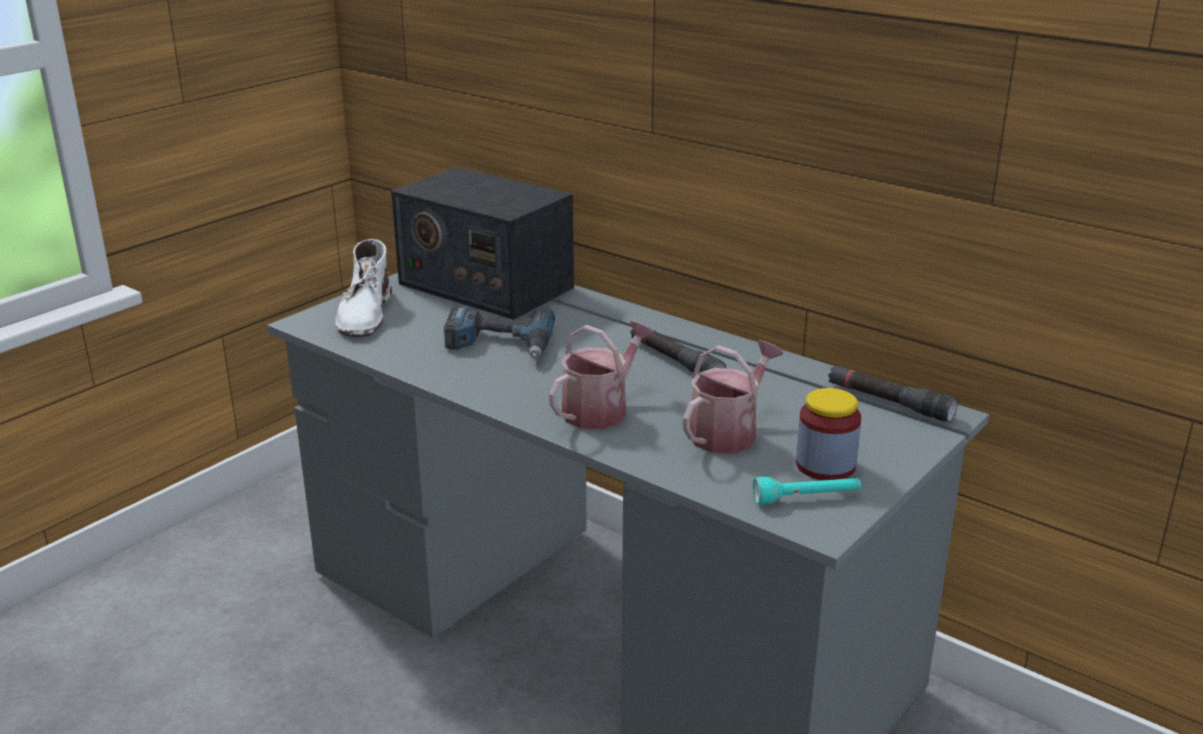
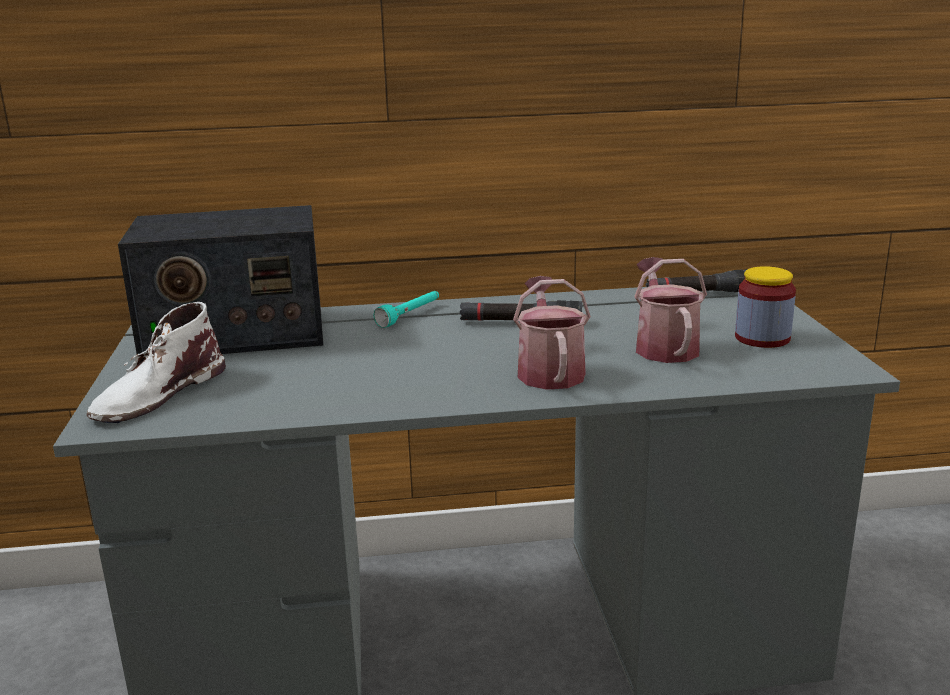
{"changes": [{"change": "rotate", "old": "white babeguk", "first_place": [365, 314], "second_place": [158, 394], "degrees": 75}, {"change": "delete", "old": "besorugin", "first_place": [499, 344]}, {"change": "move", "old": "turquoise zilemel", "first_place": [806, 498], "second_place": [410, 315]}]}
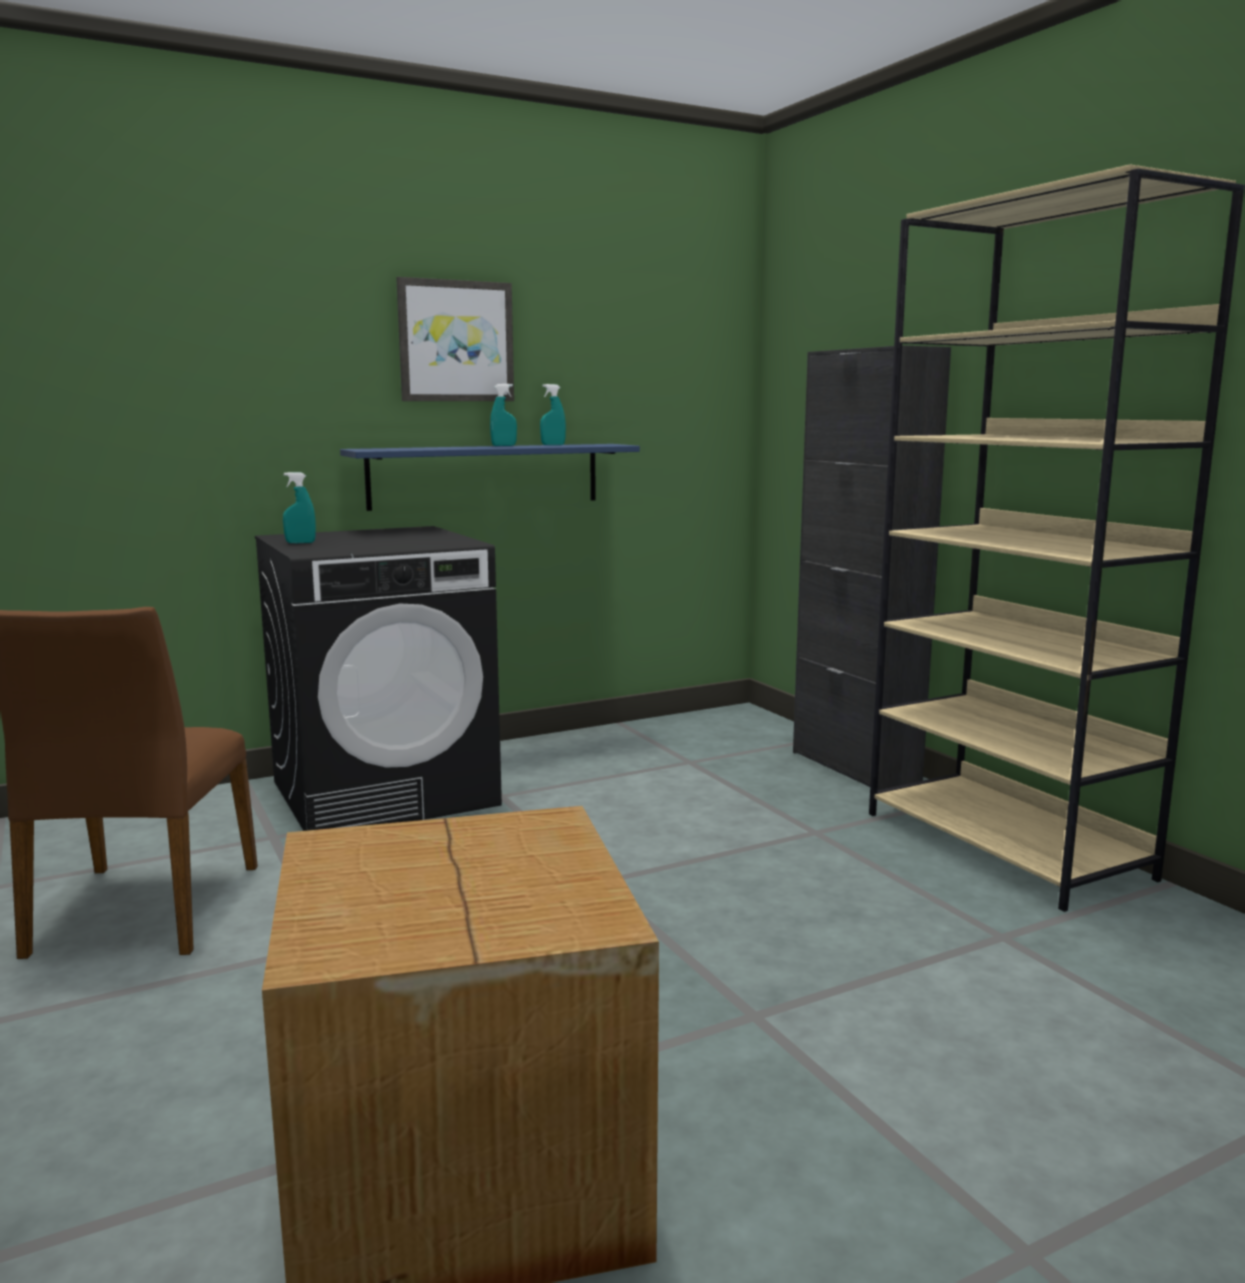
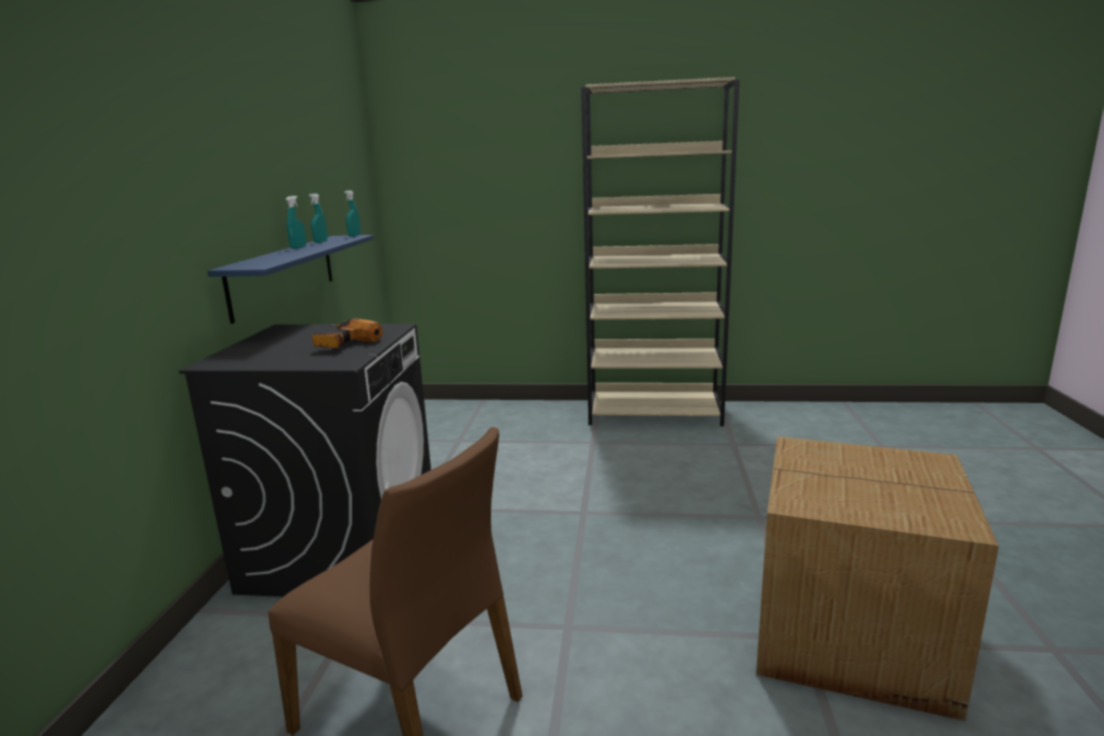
{"changes": [{"change": "move", "old": "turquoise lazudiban", "first_place": [300, 543], "second_place": [354, 236]}, {"change": "delete", "old": "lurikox", "first_place": [456, 341]}, {"change": "delete", "old": "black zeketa", "first_place": [855, 766]}, {"change": "insert", "new": "besorugin", "second_place": [342, 343]}]}
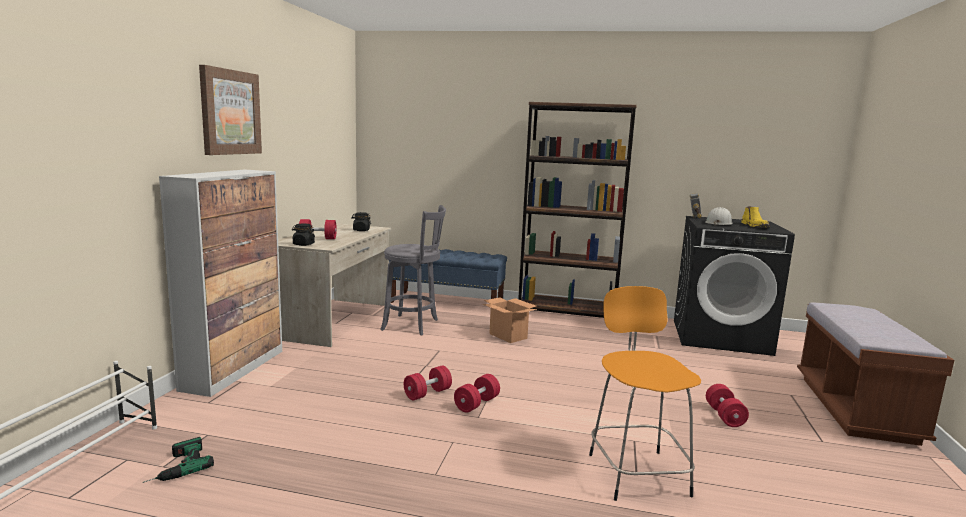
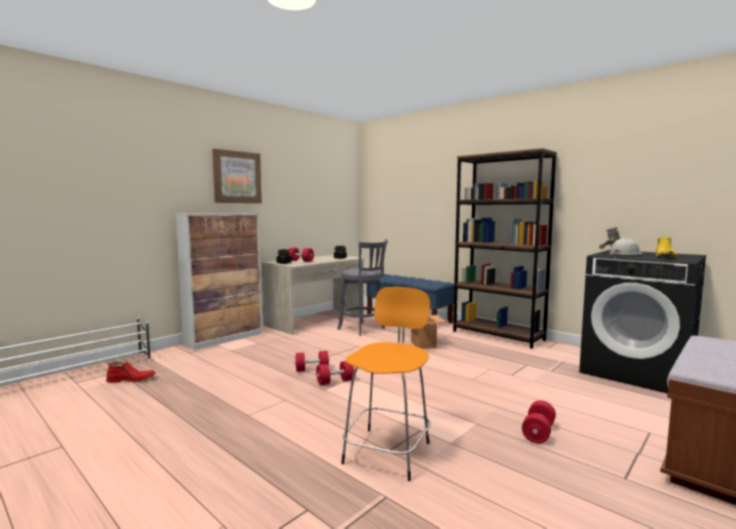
{"changes": [{"change": "replace", "old": "besorugin", "new": "red babeguk", "first_place": [175, 467], "second_place": [131, 379]}]}
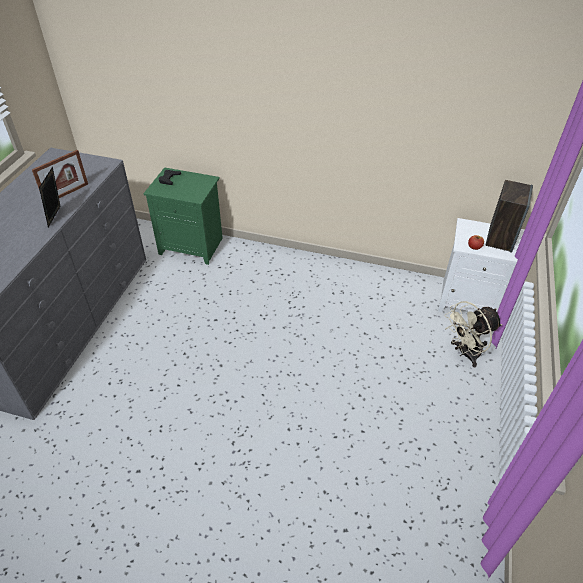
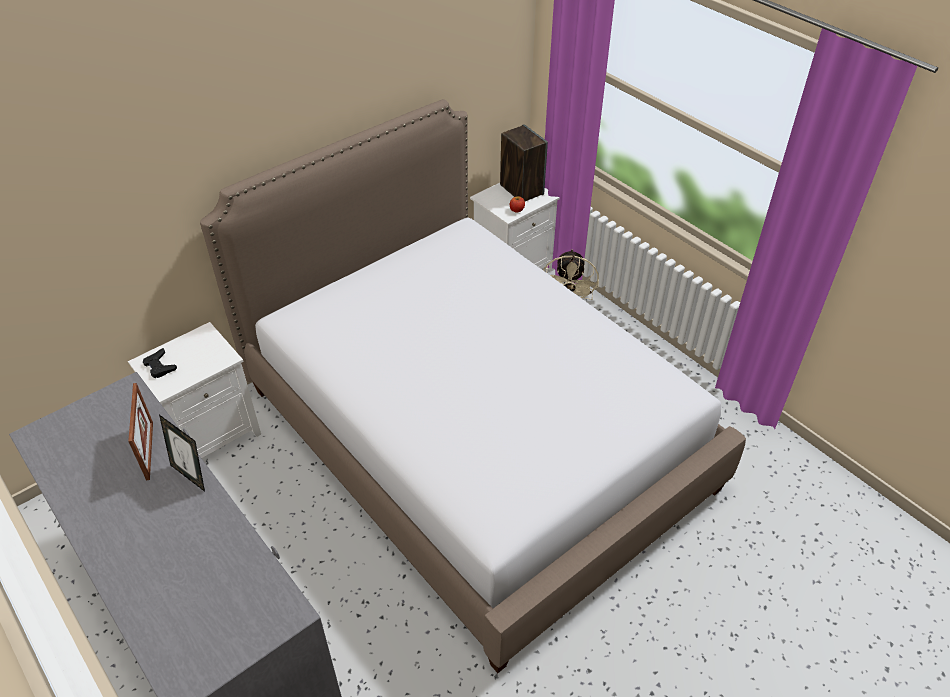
{"changes": [{"change": "recolor", "old": "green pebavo", "new": "white pebavo", "first_place": [193, 246], "second_place": [212, 434]}, {"change": "insert", "new": "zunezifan", "second_place": [475, 437]}]}
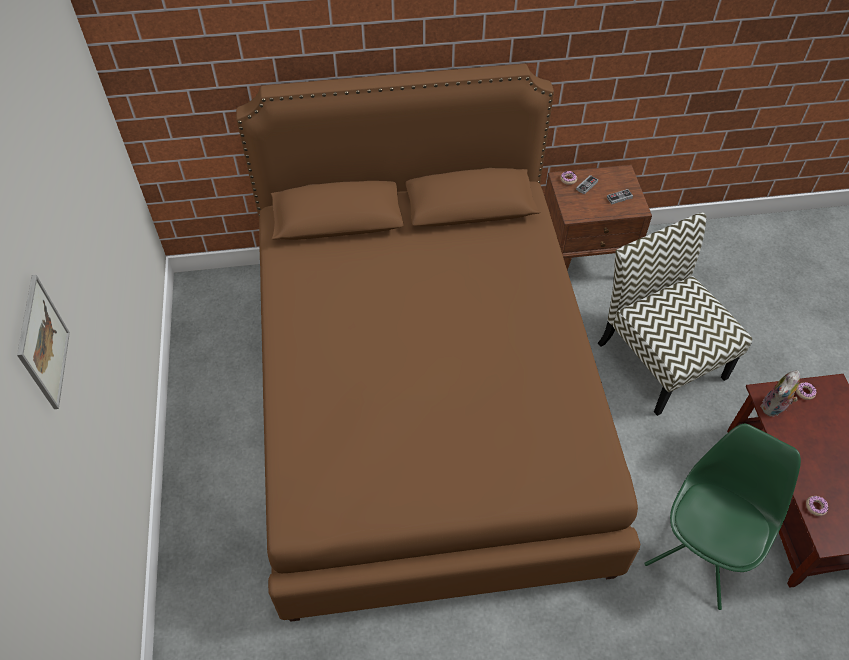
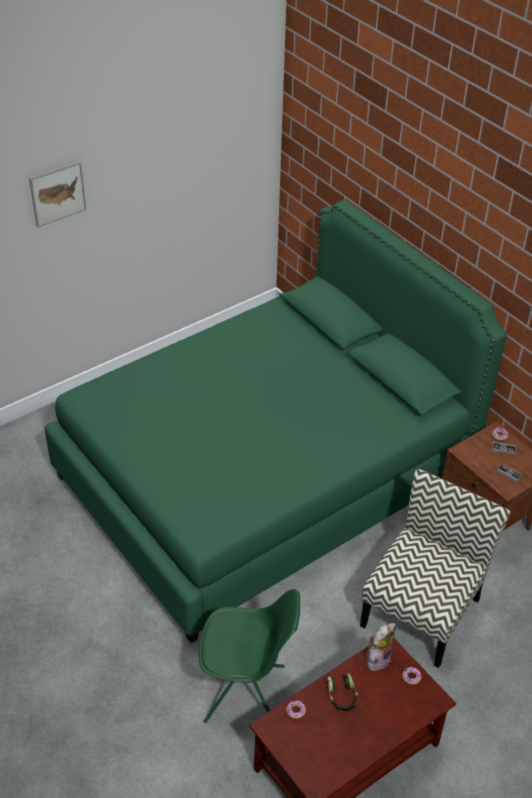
{"changes": [{"change": "recolor", "old": "brown zunezifan", "new": "green zunezifan", "first_place": [424, 404], "second_place": [264, 476]}, {"change": "rotate", "old": "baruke", "first_place": [774, 408], "second_place": [377, 658], "degrees": 120}, {"change": "insert", "new": "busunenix", "second_place": [342, 696]}]}
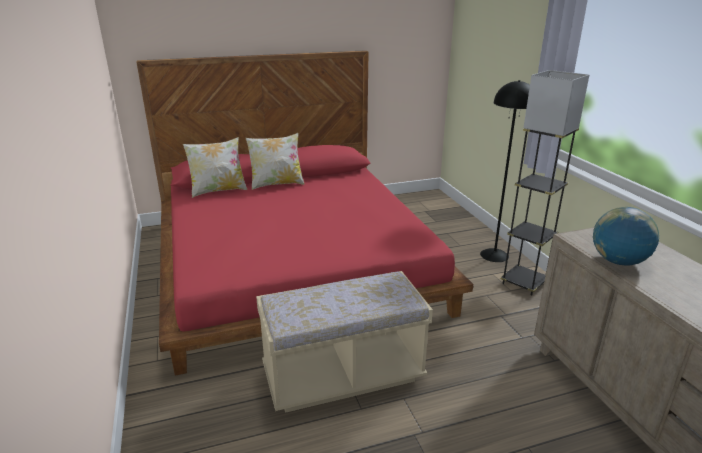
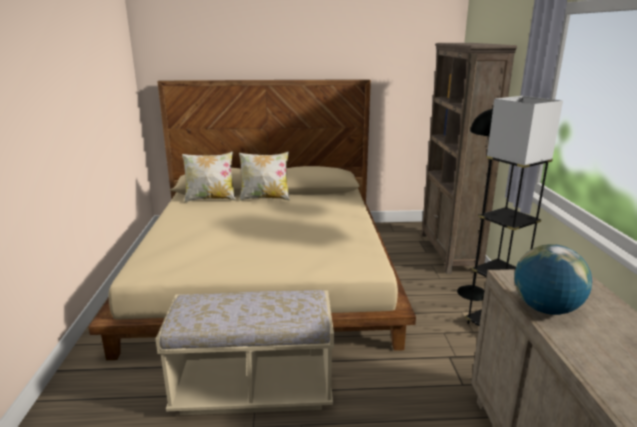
{"changes": [{"change": "recolor", "old": "red zunezifan", "new": "beige zunezifan", "first_place": [293, 264], "second_place": [266, 275]}, {"change": "insert", "new": "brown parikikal", "second_place": [449, 252]}]}
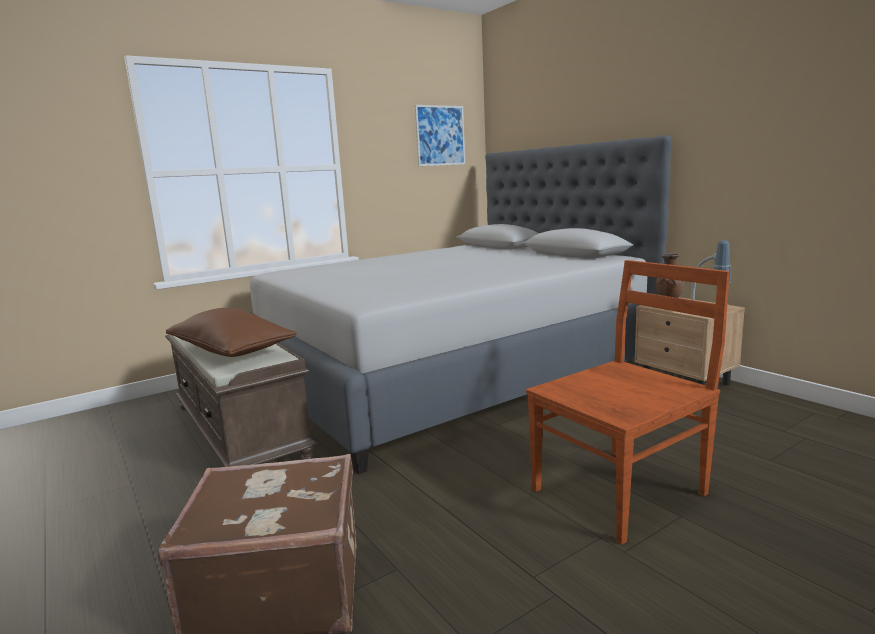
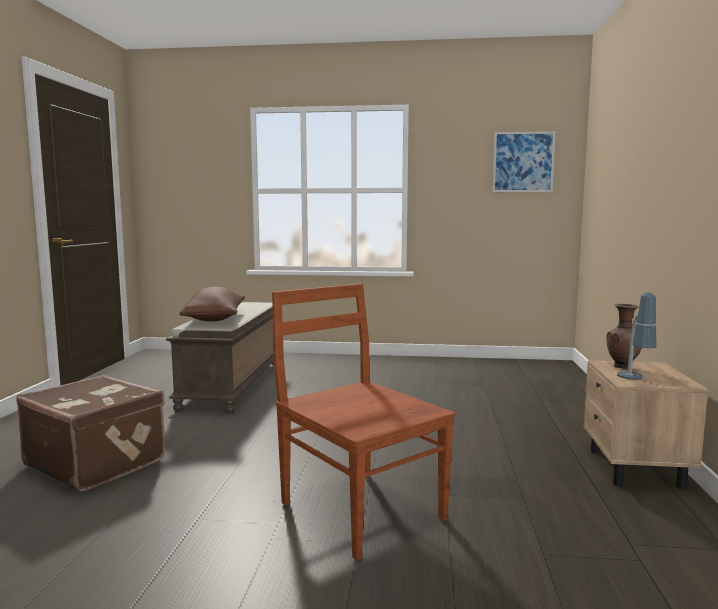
{"changes": [{"change": "delete", "old": "grey zunezifan", "first_place": [451, 372]}, {"change": "rotate", "old": "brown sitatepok", "first_place": [622, 490], "second_place": [359, 509], "degrees": -135}]}
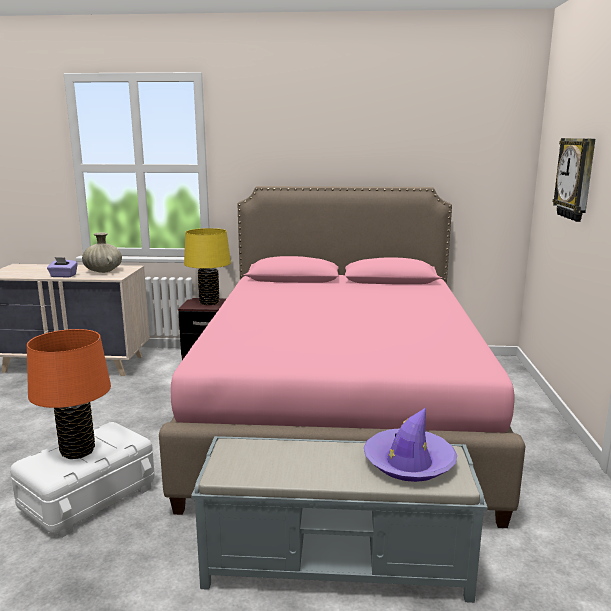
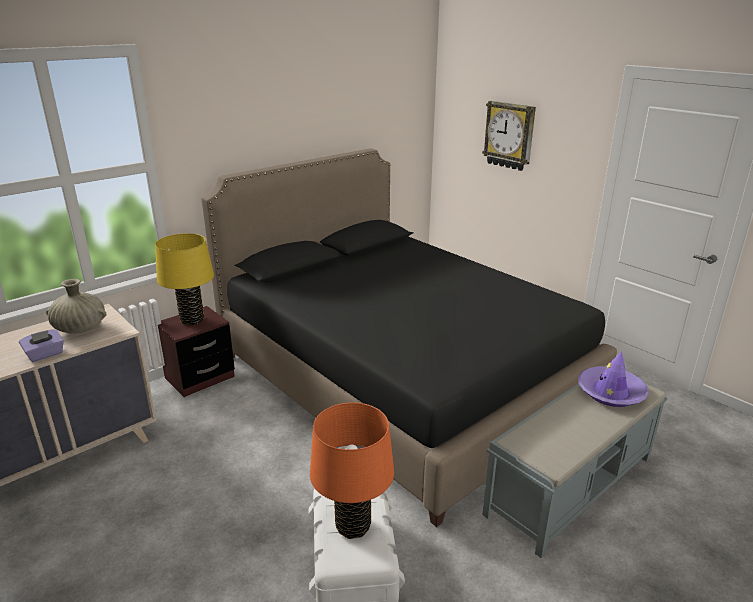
{"changes": [{"change": "recolor", "old": "pink zunezifan", "new": "black zunezifan", "first_place": [339, 414], "second_place": [400, 380]}]}
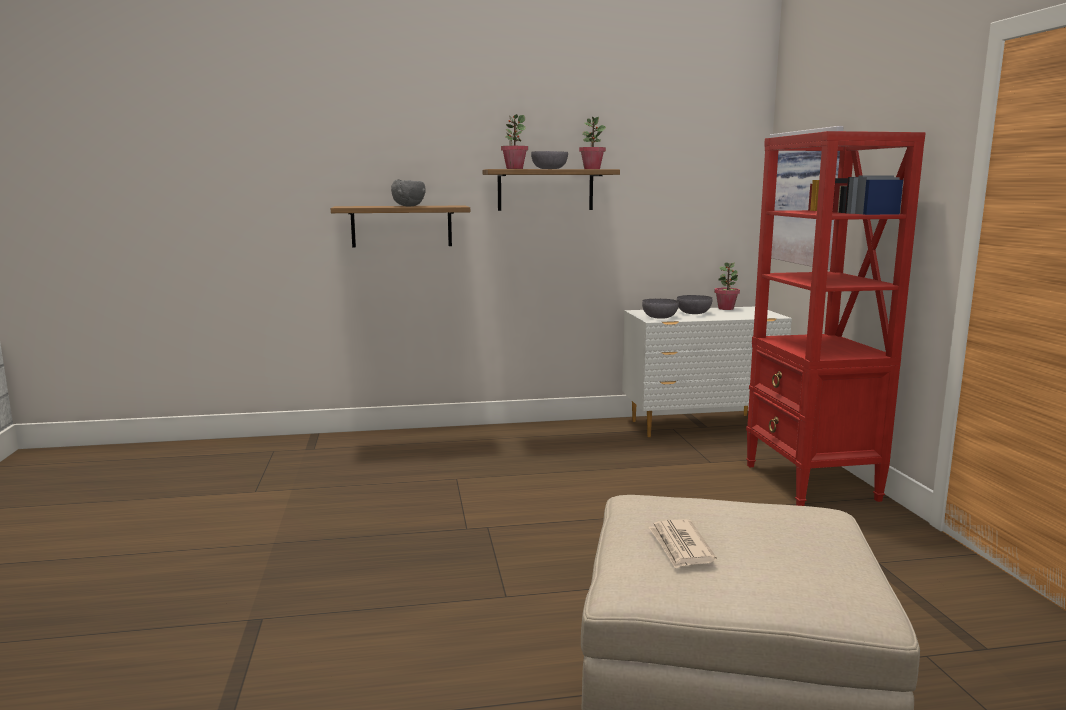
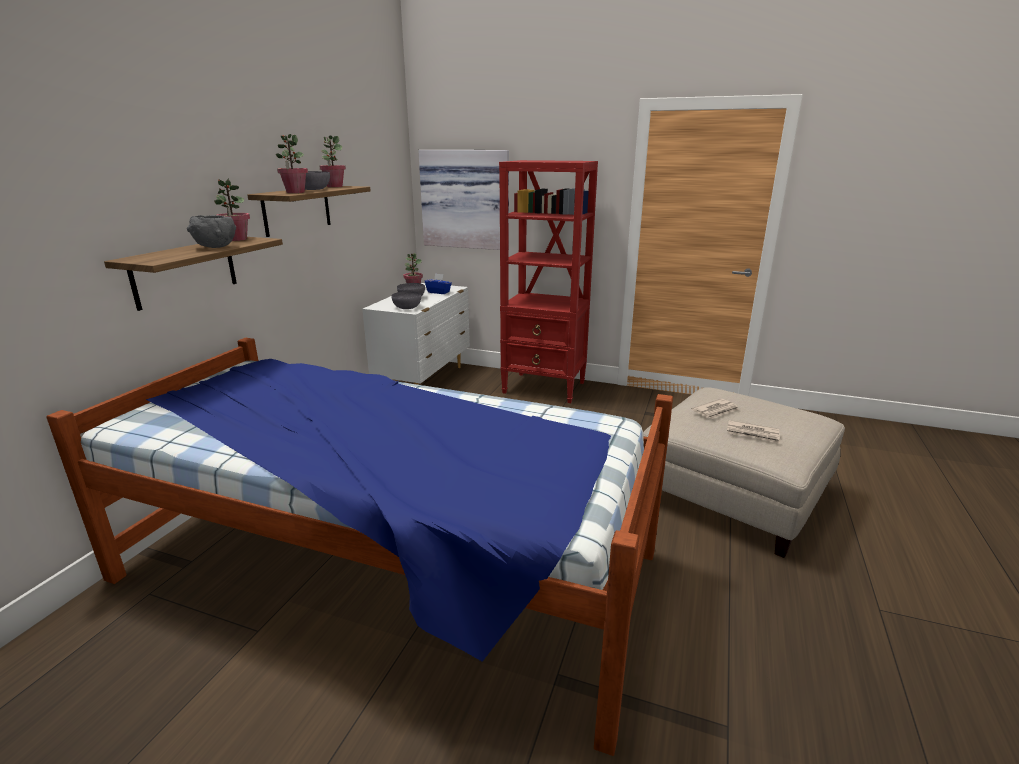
{"changes": [{"change": "insert", "new": "zunezifan", "second_place": [386, 568]}, {"change": "insert", "new": "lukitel", "second_place": [237, 239]}, {"change": "insert", "new": "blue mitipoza", "second_place": [438, 292]}, {"change": "insert", "new": "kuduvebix", "second_place": [716, 411]}]}
